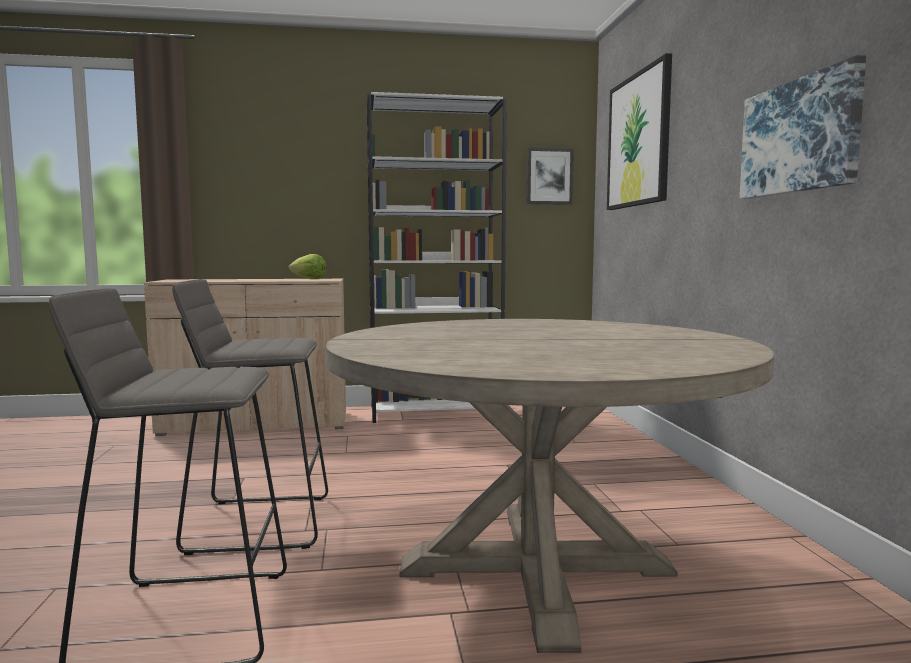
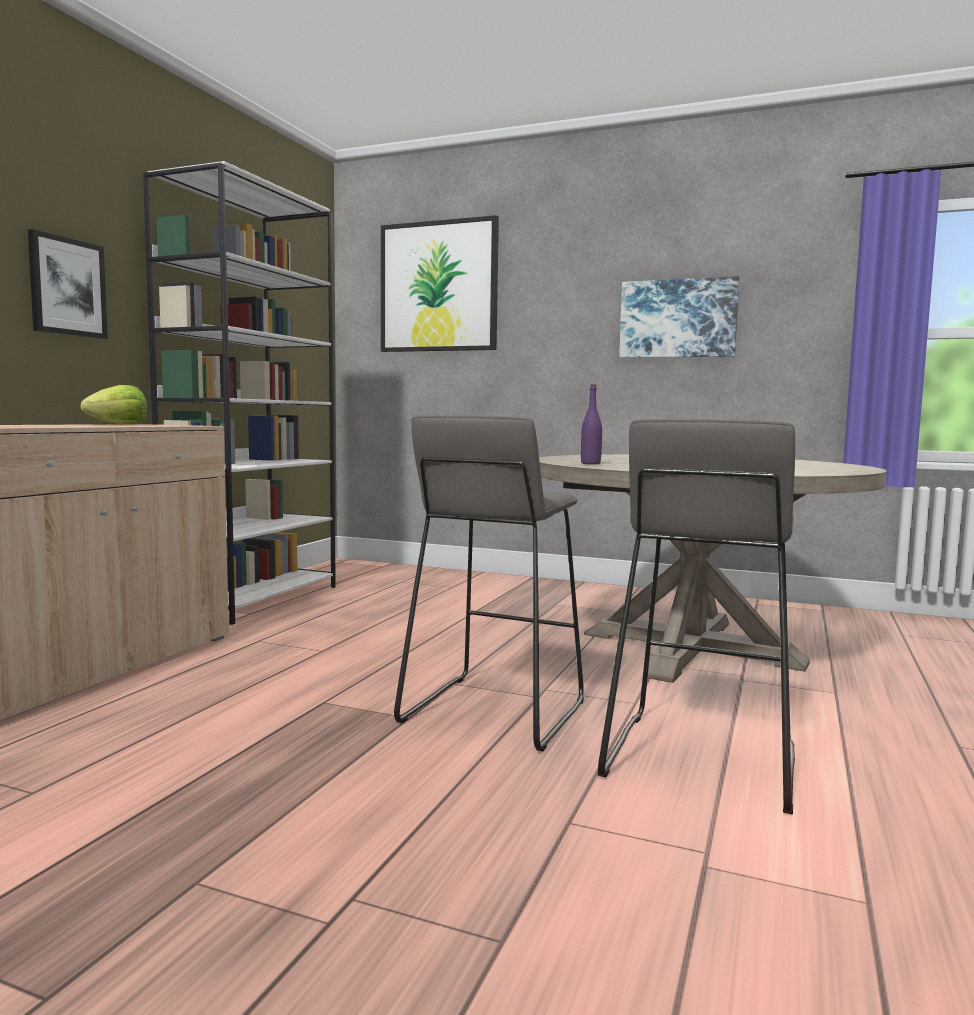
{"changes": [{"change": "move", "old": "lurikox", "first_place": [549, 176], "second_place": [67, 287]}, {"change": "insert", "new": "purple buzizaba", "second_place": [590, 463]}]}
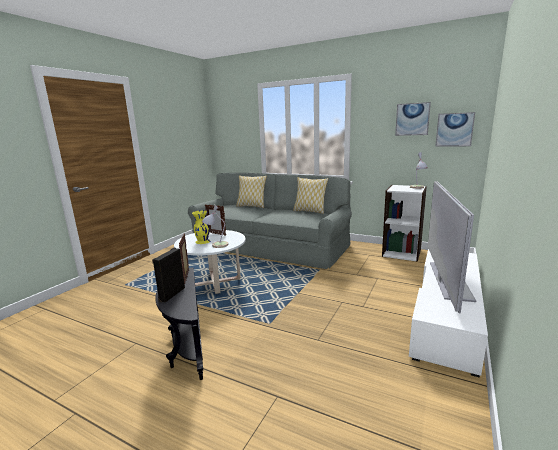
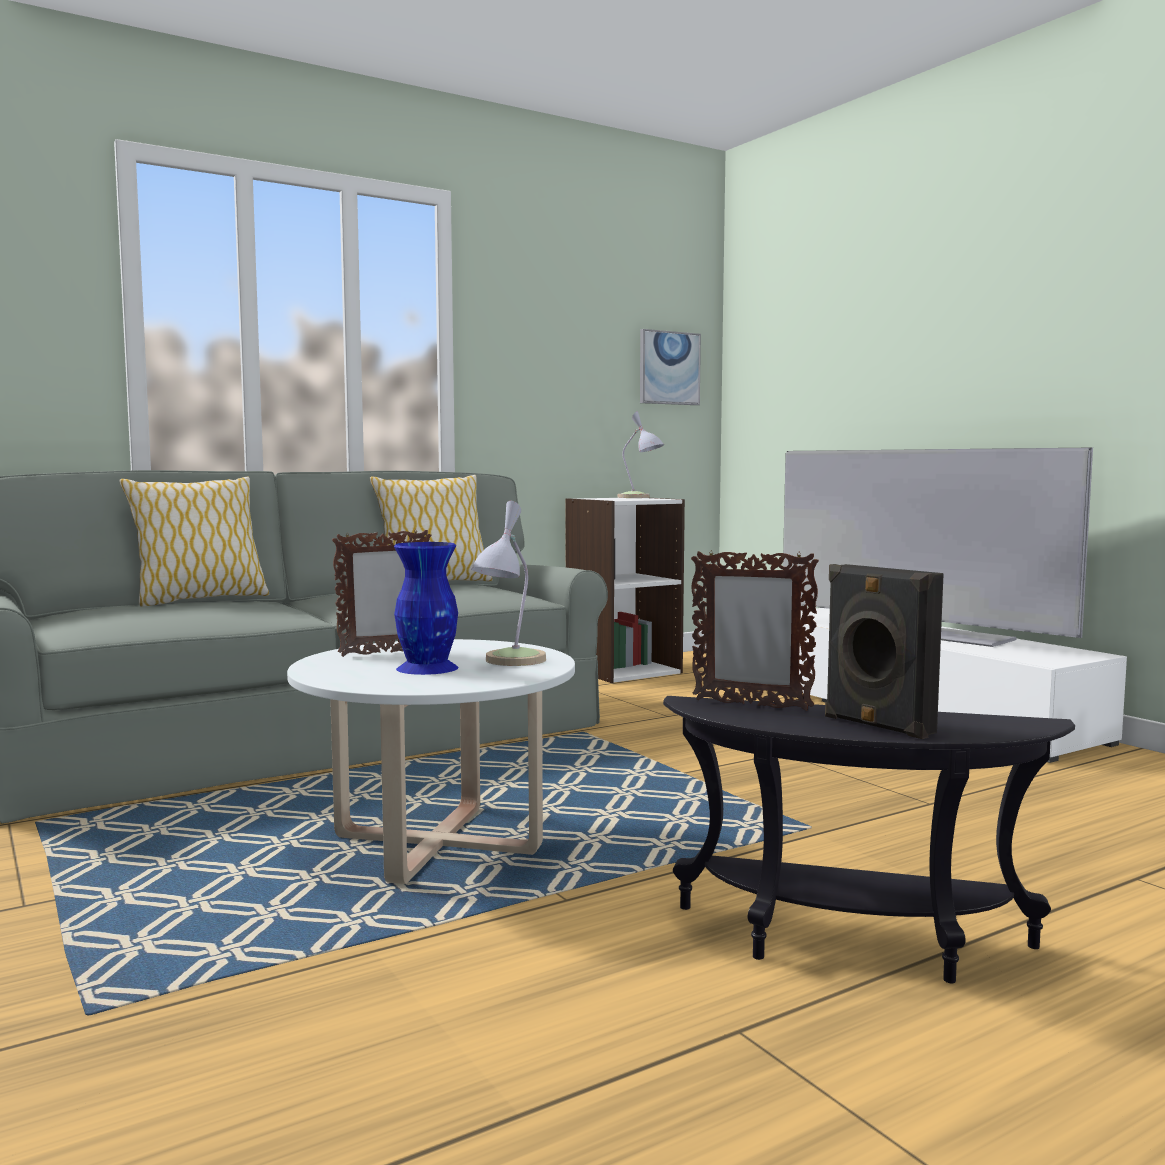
{"changes": [{"change": "recolor", "old": "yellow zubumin", "new": "blue zubumin", "first_place": [202, 241], "second_place": [428, 668]}, {"change": "delete", "old": "lurikox", "first_place": [412, 119]}]}
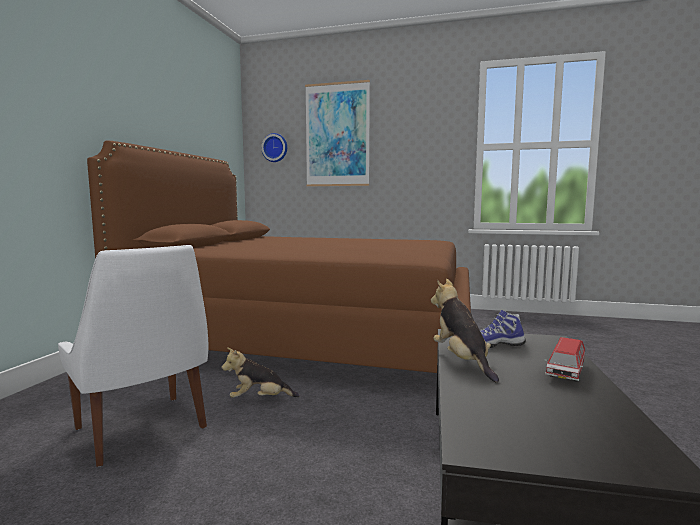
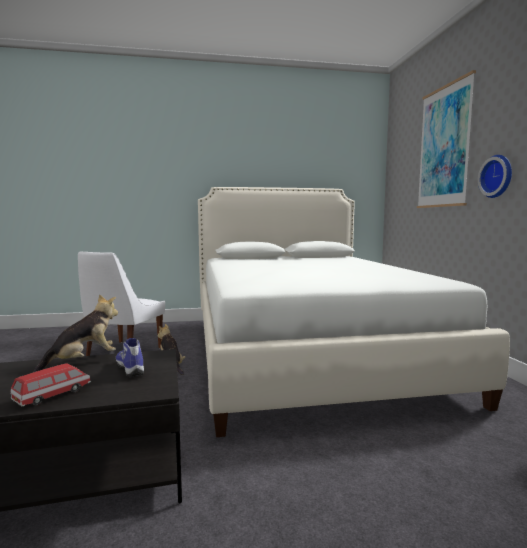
{"changes": [{"change": "recolor", "old": "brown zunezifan", "new": "white zunezifan", "first_place": [310, 336], "second_place": [306, 352]}, {"change": "move", "old": "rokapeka", "first_place": [275, 148], "second_place": [498, 176]}, {"change": "rotate", "old": "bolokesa", "first_place": [565, 372], "second_place": [53, 395], "degrees": 120}]}
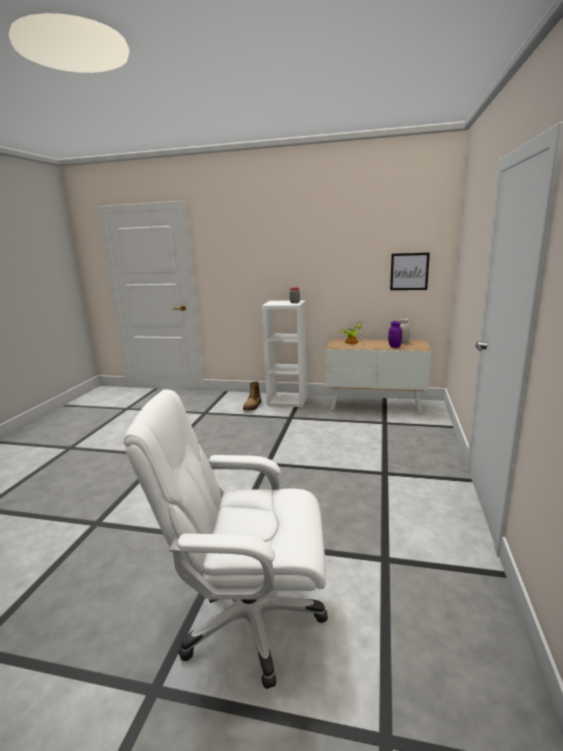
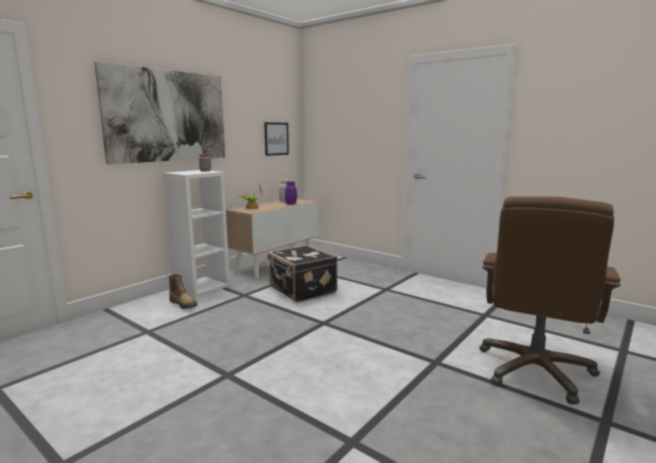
{"changes": [{"change": "recolor", "old": "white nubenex", "new": "brown nubenex", "first_place": [249, 619], "second_place": [535, 370]}, {"change": "insert", "new": "lurikox", "second_place": [167, 116]}, {"change": "insert", "new": "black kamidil", "second_place": [301, 290]}]}
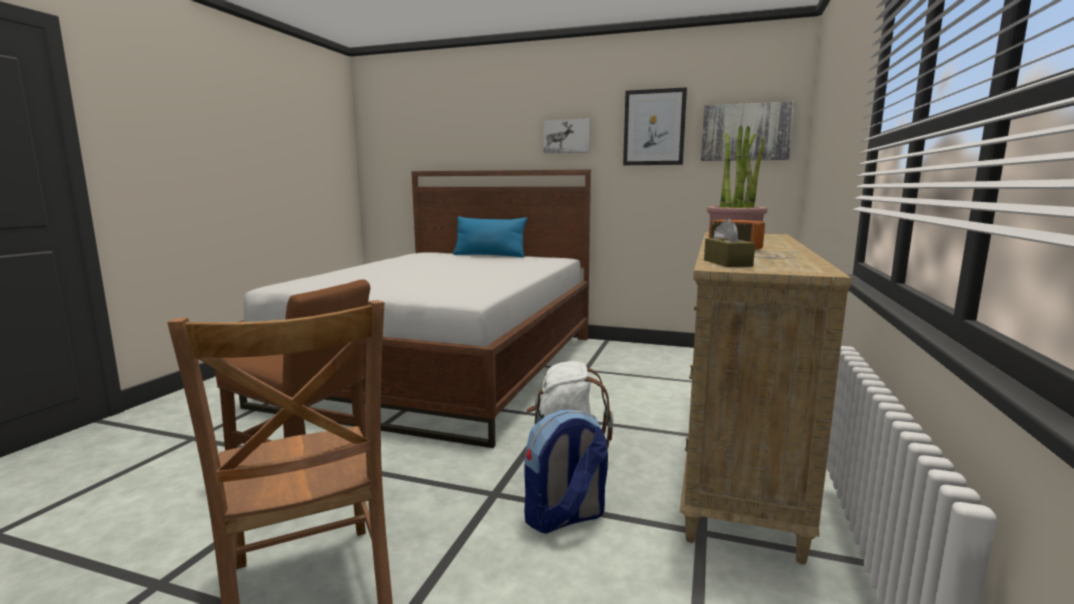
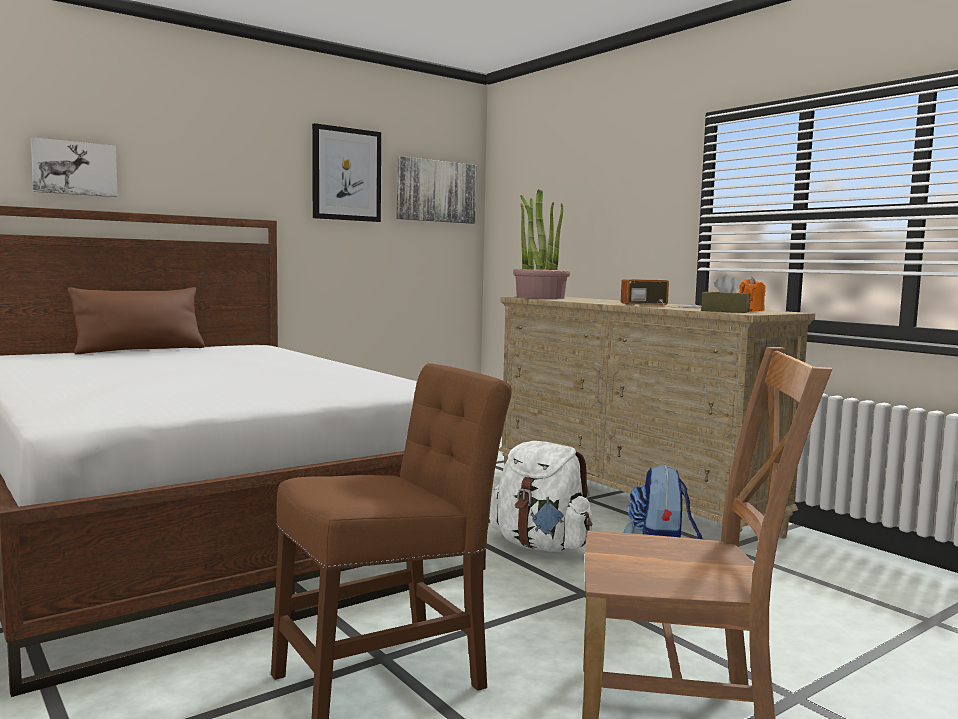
{"changes": [{"change": "recolor", "old": "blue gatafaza", "new": "brown gatafaza", "first_place": [489, 255], "second_place": [140, 350]}, {"change": "move", "old": "lurikox", "first_place": [567, 136], "second_place": [74, 168]}, {"change": "insert", "new": "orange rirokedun", "second_place": [751, 310]}]}
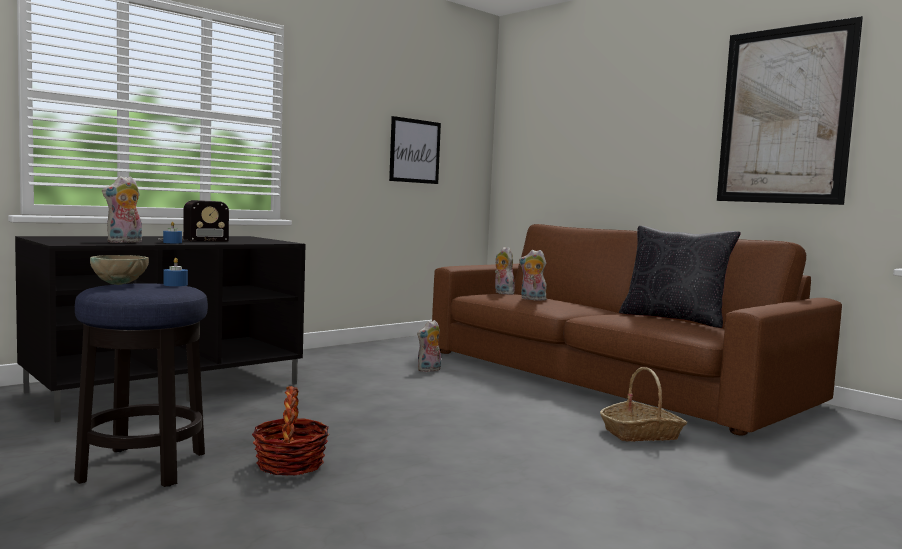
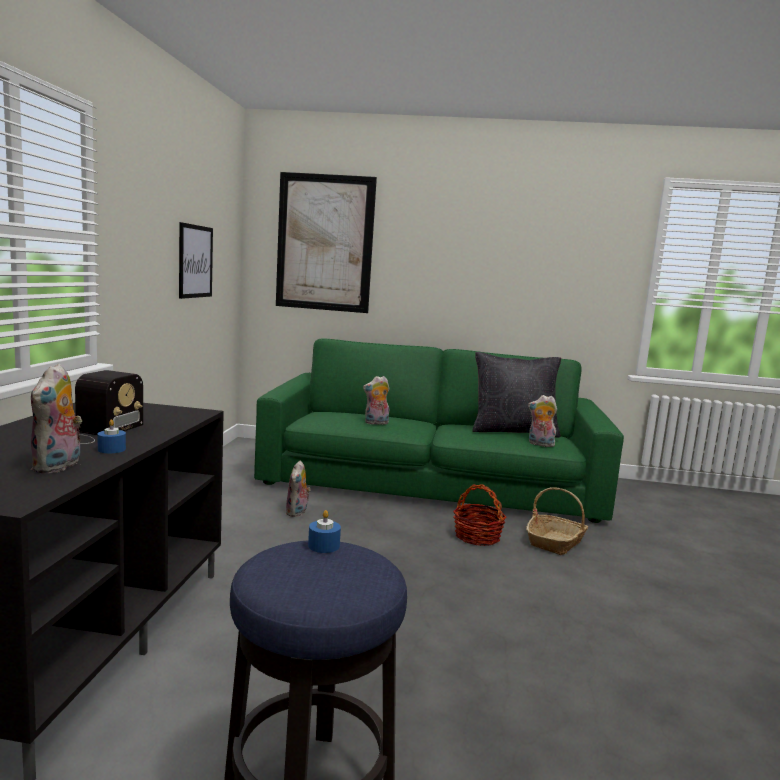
{"changes": [{"change": "delete", "old": "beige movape", "first_place": [119, 284]}, {"change": "move", "old": "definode", "first_place": [290, 464], "second_place": [477, 536]}, {"change": "recolor", "old": "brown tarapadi", "new": "green tarapadi", "first_place": [608, 377], "second_place": [431, 481]}, {"change": "move", "old": "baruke", "first_place": [502, 293], "second_place": [540, 444]}, {"change": "move", "old": "lurikox", "first_place": [784, 115], "second_place": [325, 243]}]}
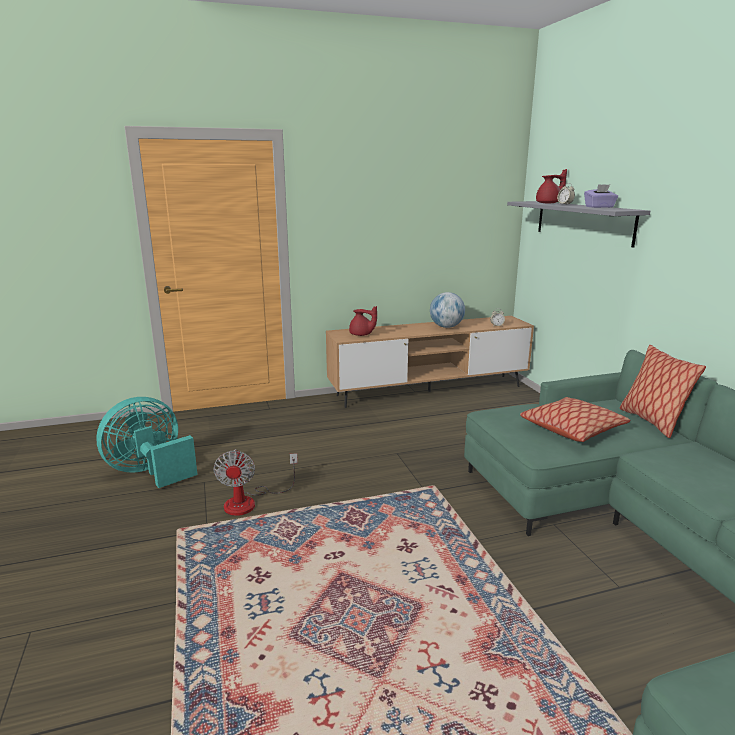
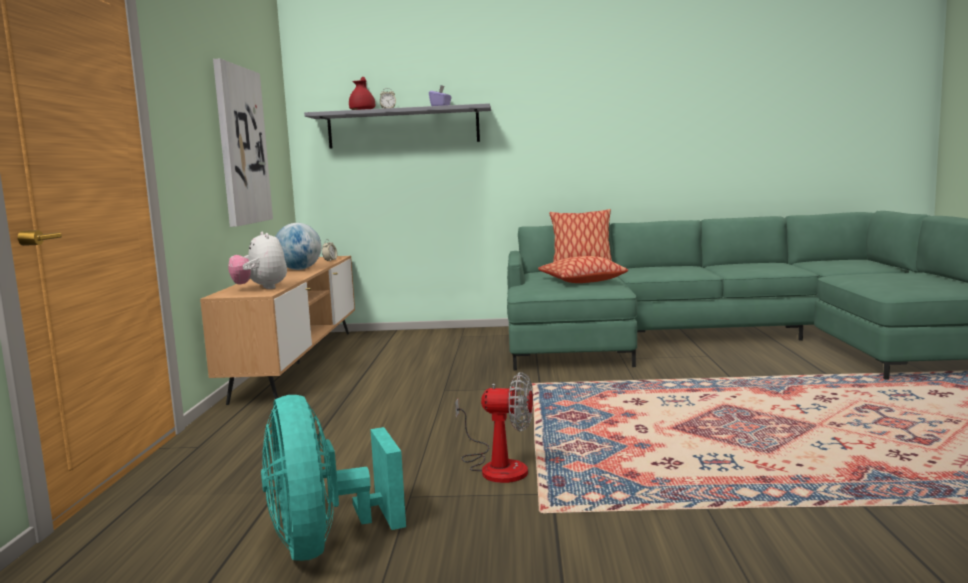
{"changes": [{"change": "replace", "old": "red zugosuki", "new": "baruke", "first_place": [361, 335], "second_place": [261, 288]}, {"change": "insert", "new": "lurikox", "second_place": [241, 146]}]}
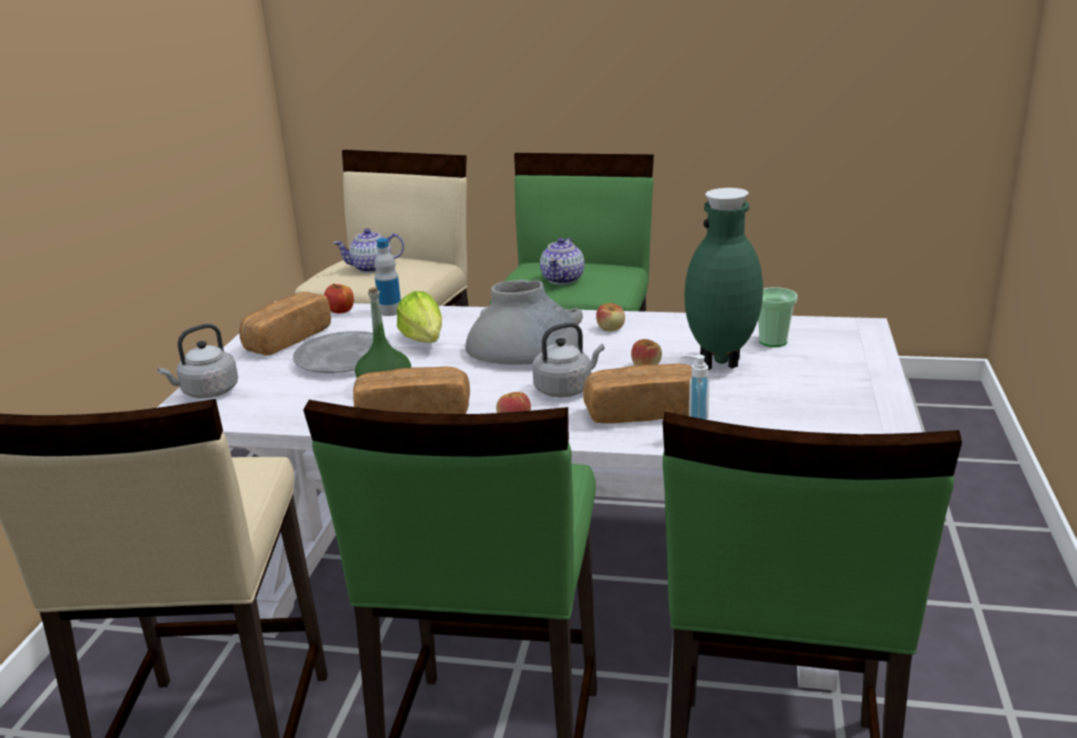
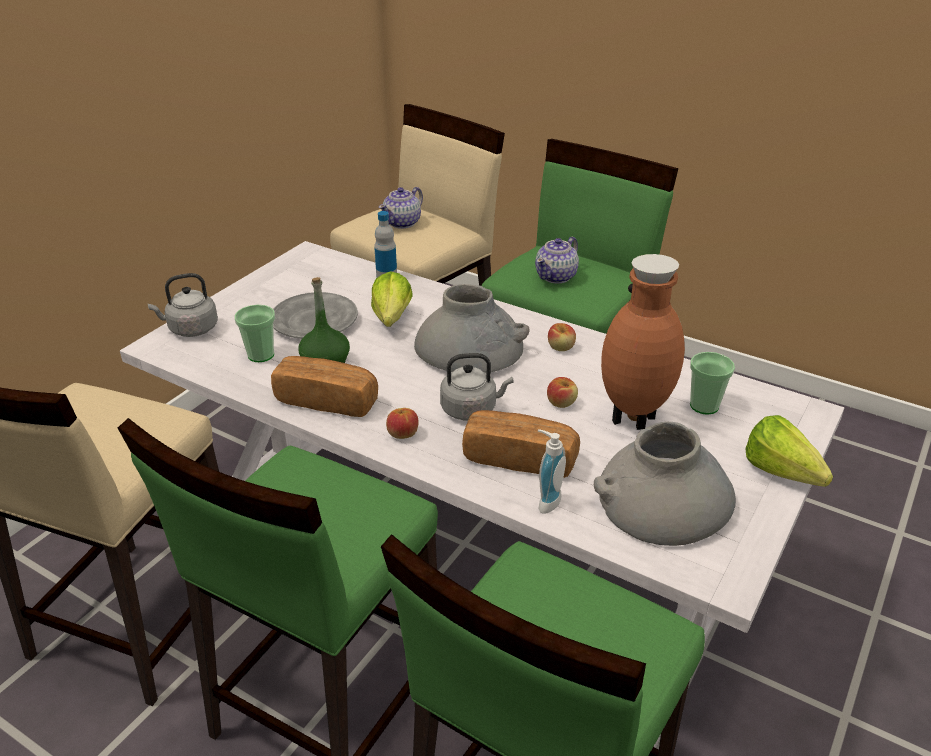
{"changes": [{"change": "delete", "old": "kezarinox", "first_place": [287, 340]}, {"change": "delete", "old": "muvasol", "first_place": [341, 311]}, {"change": "rotate", "old": "zugosuki", "first_place": [372, 268], "second_place": [402, 223], "degrees": -60}, {"change": "recolor", "old": "green zubumin", "new": "brown zubumin", "first_place": [721, 364], "second_place": [633, 420]}, {"change": "insert", "new": "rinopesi", "second_place": [261, 355]}, {"change": "insert", "new": "grey zubumin", "second_place": [662, 499]}, {"change": "insert", "new": "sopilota", "second_place": [785, 477]}]}
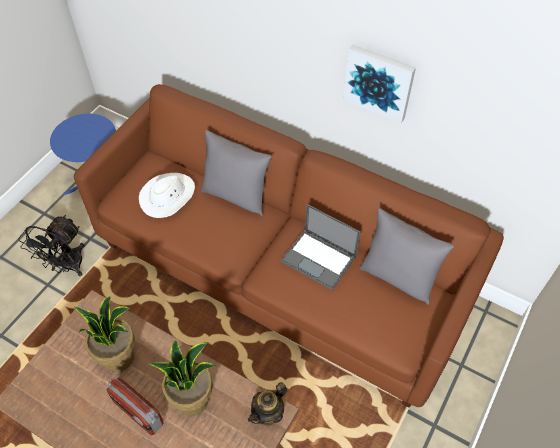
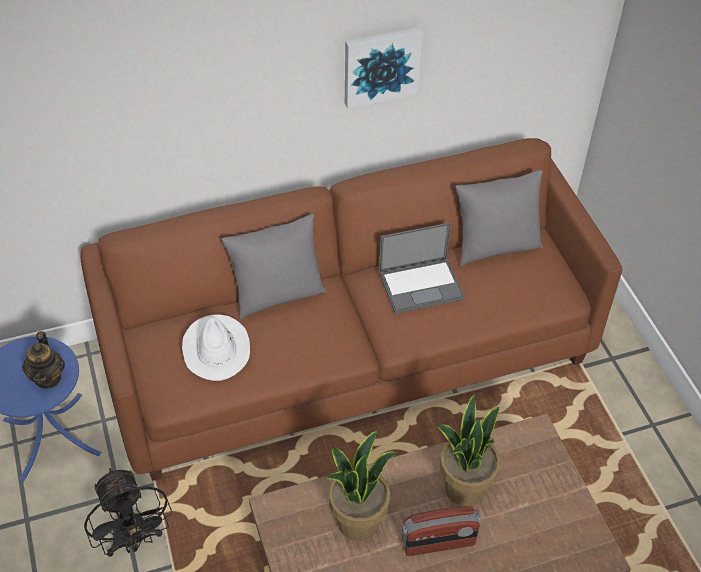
{"changes": [{"change": "move", "old": "zugosuki", "first_place": [268, 413], "second_place": [48, 377]}]}
